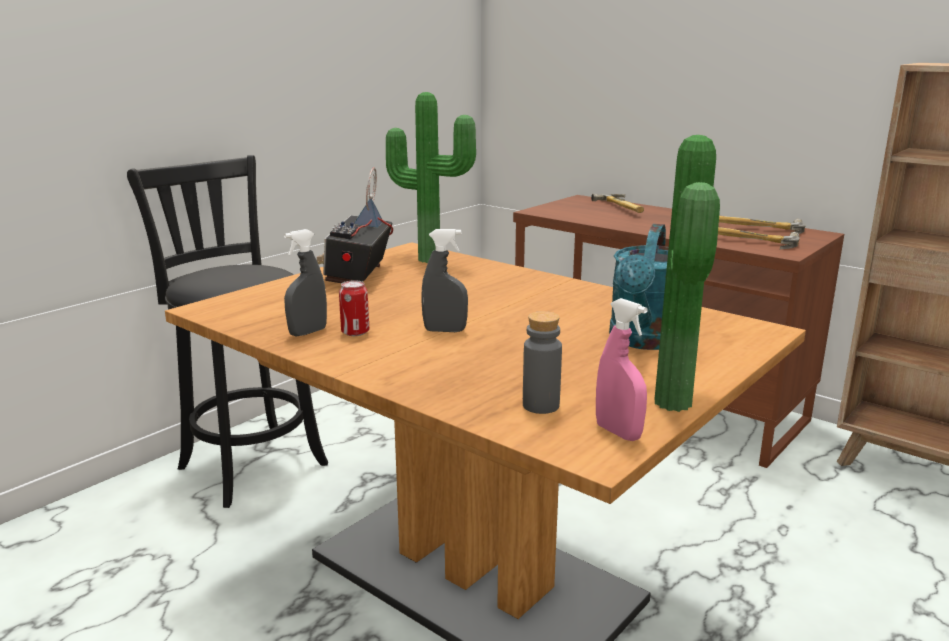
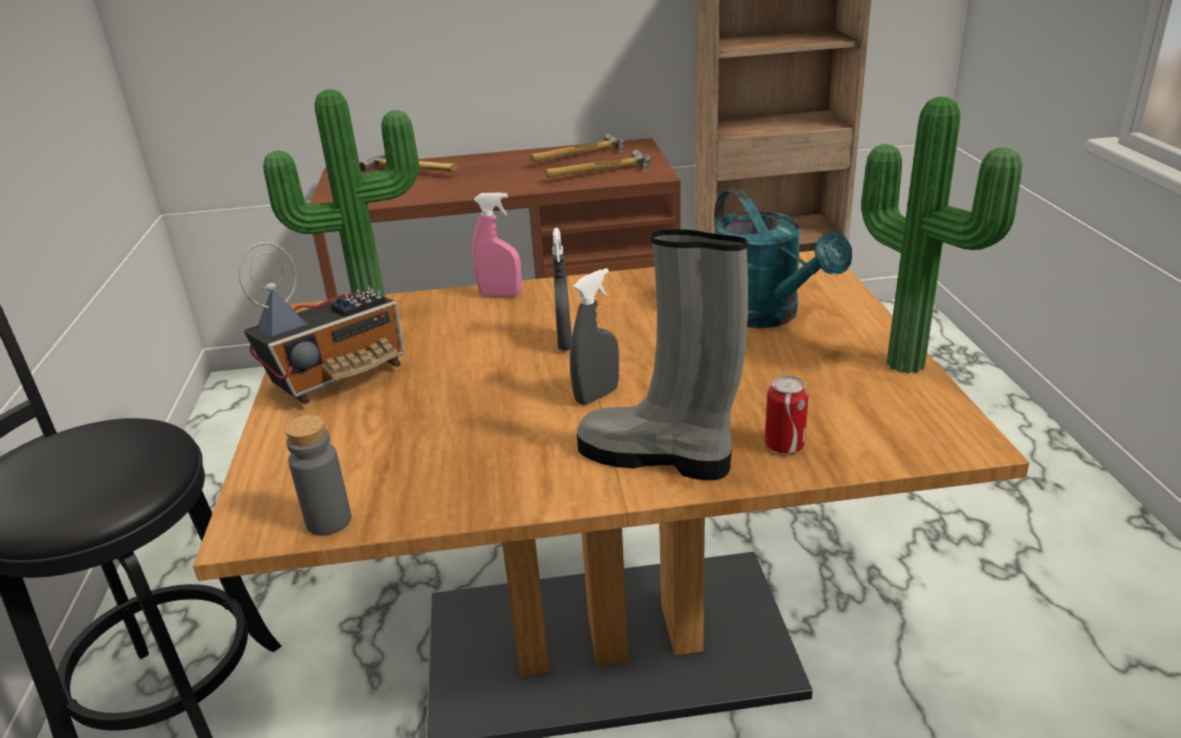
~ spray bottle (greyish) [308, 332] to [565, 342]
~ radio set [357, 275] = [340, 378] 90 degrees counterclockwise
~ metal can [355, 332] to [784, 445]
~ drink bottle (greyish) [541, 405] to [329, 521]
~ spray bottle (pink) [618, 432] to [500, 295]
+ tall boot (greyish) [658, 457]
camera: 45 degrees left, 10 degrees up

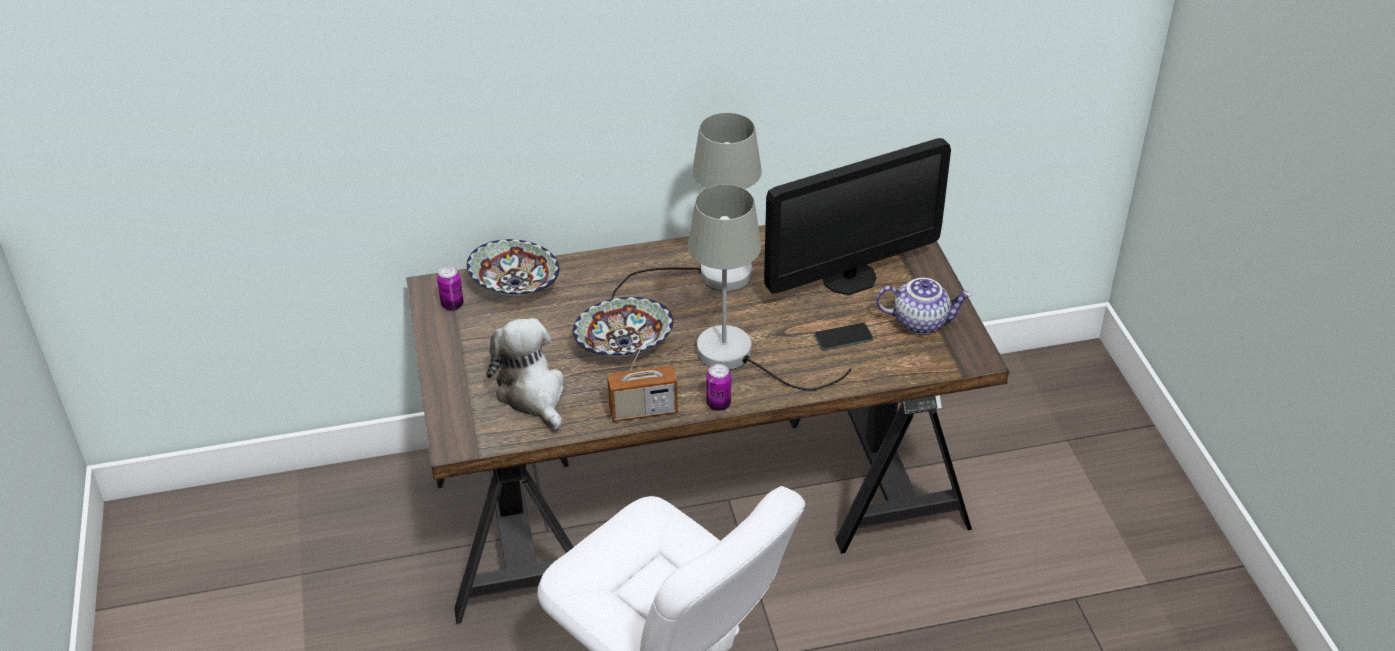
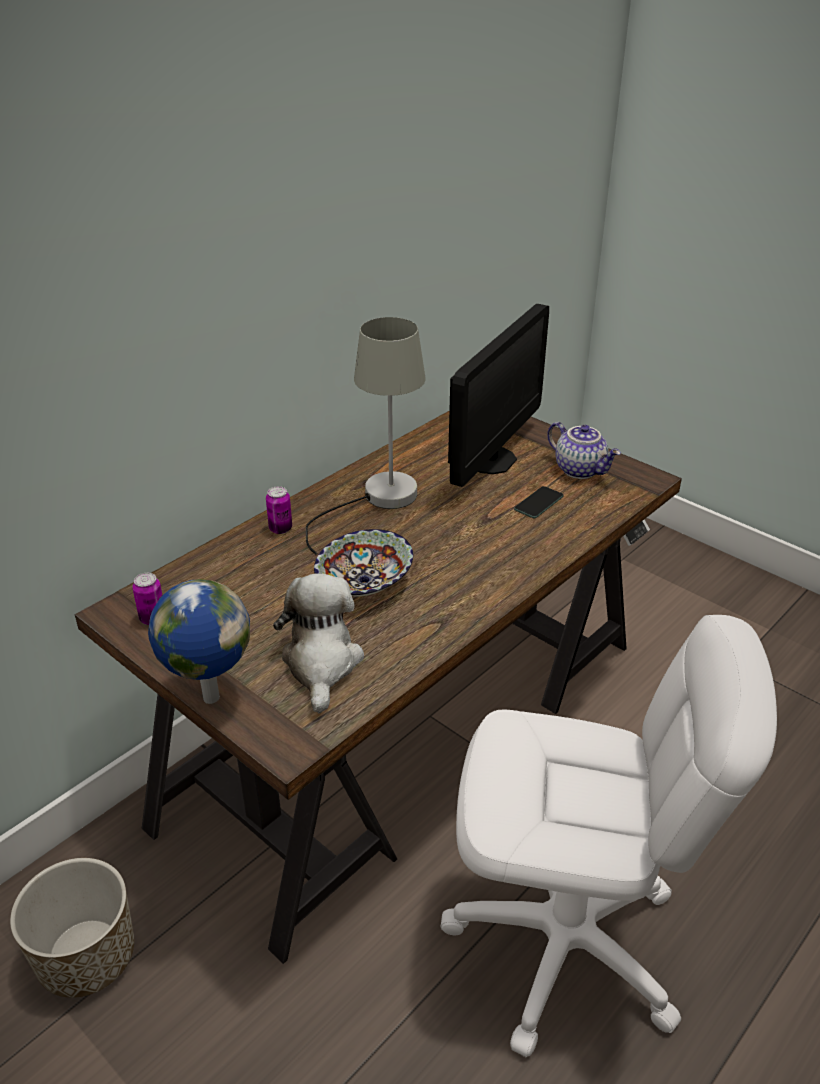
- serving bowl [515, 286]
~ cuddly toy [532, 394] = [321, 663] 60 degrees clockwise
- radio set [643, 411]
- tabletop lamp (greyish) [740, 357]
~ metal can [718, 404] to [280, 529]
~ teapot [921, 321] = [581, 470] 75 degrees clockwise
+ planter [87, 957]
+ world globe [209, 697]
camera: 35 degrees left, 5 degrees down

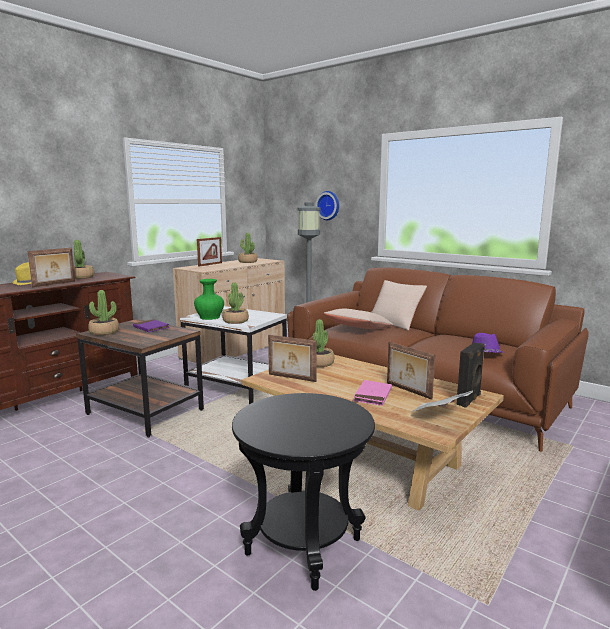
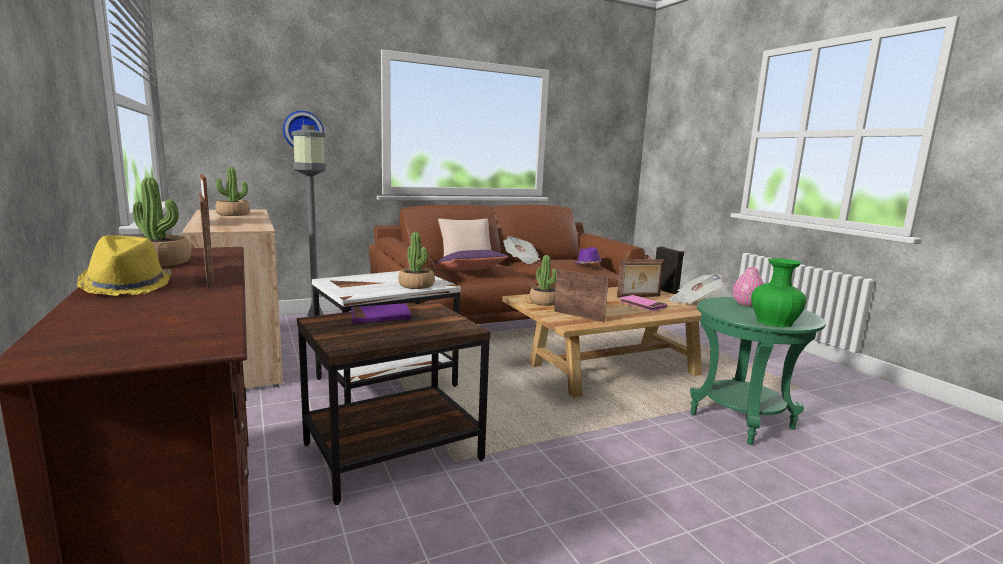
- plant in a pot [104, 332]
~ flower vase (green) [209, 317] to [774, 322]
~ end table (black-coloured) [303, 547] to end table (green) [741, 421]
~ photo frame [291, 378] = [579, 316] 105 degrees counterclockwise
~ pillow (sand-coloured) [358, 329] to pillow (purple-coloured) [470, 271]
+ daily paper [521, 260]
+ flower vase (pink) [746, 304]
camera: 65 degrees left, 0 degrees up

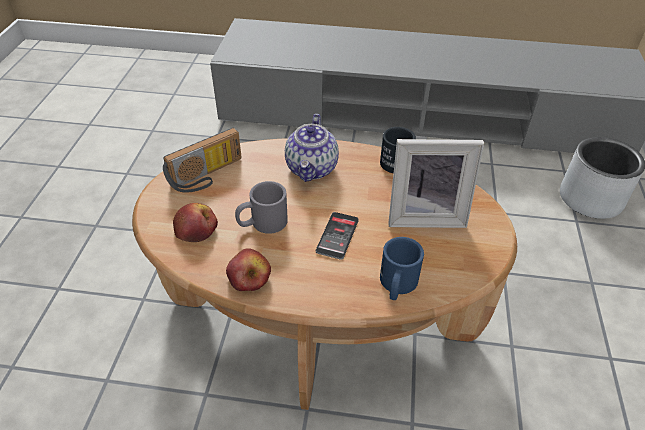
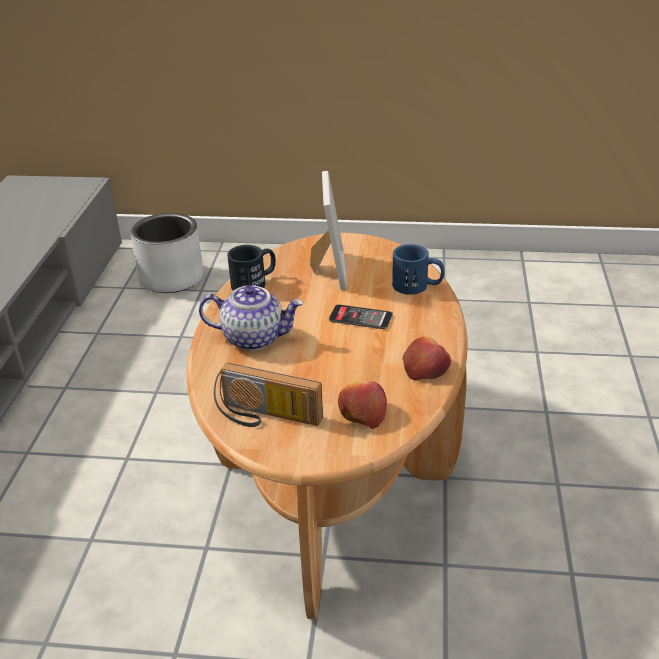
~ radio set [208, 176] = [265, 417] 150 degrees clockwise
- mug (greyish) [262, 223]
camera: 90 degrees left, 10 degrees down

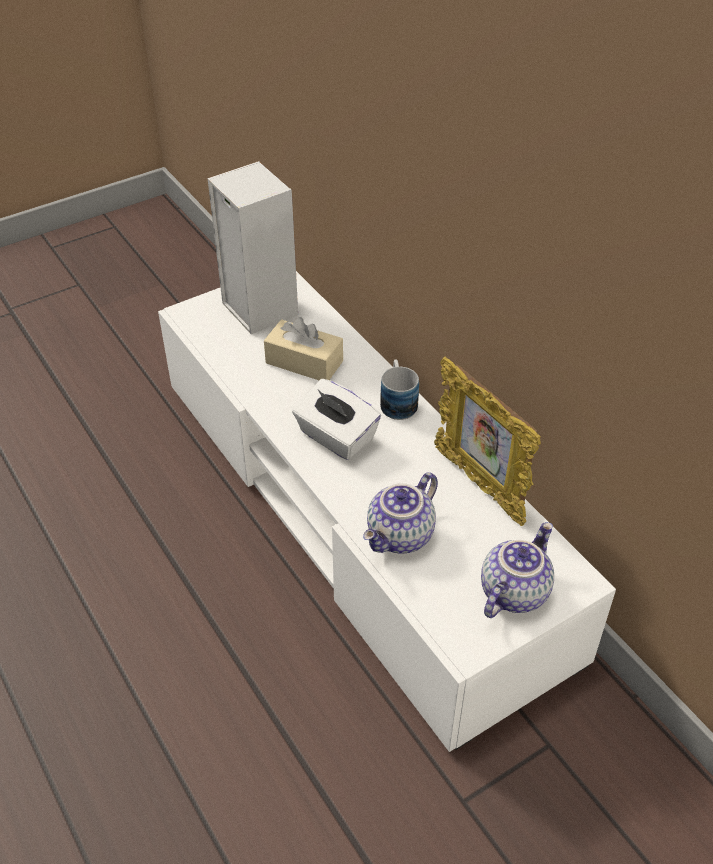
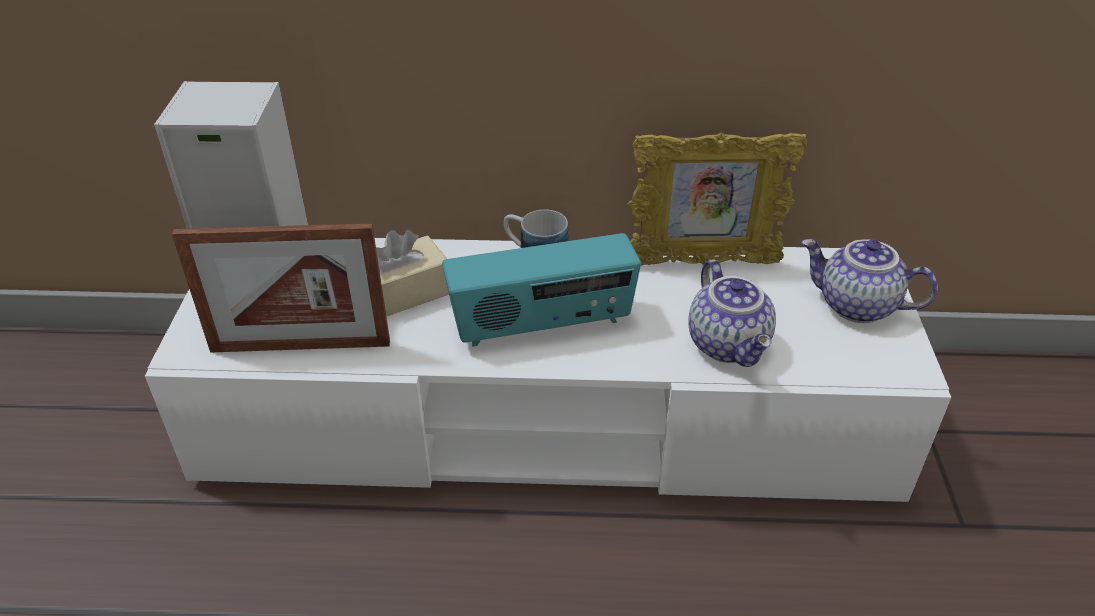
~ box of tissues (whitish) [336, 437] to radio set [542, 325]
~ teapot [513, 591] = [855, 307] 45 degrees counterclockwise
+ photo frame [300, 346]
camera: 55 degrees left, 5 degrees down

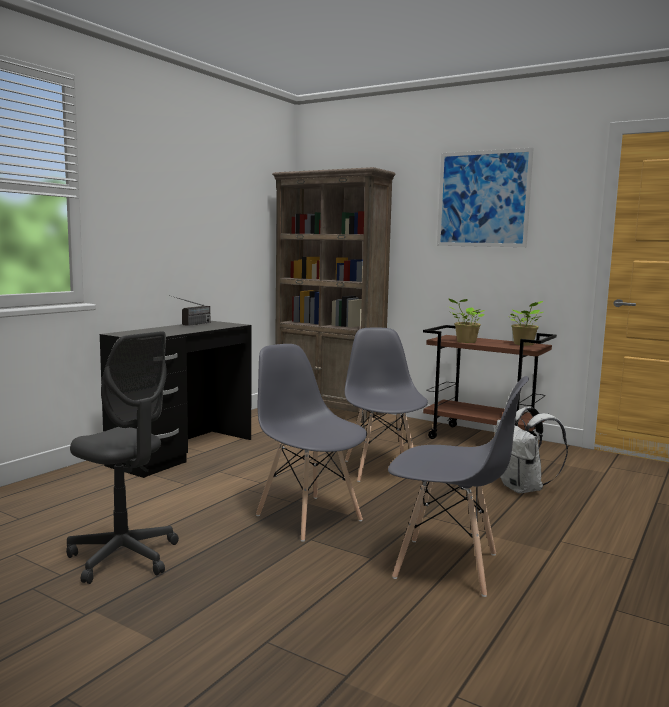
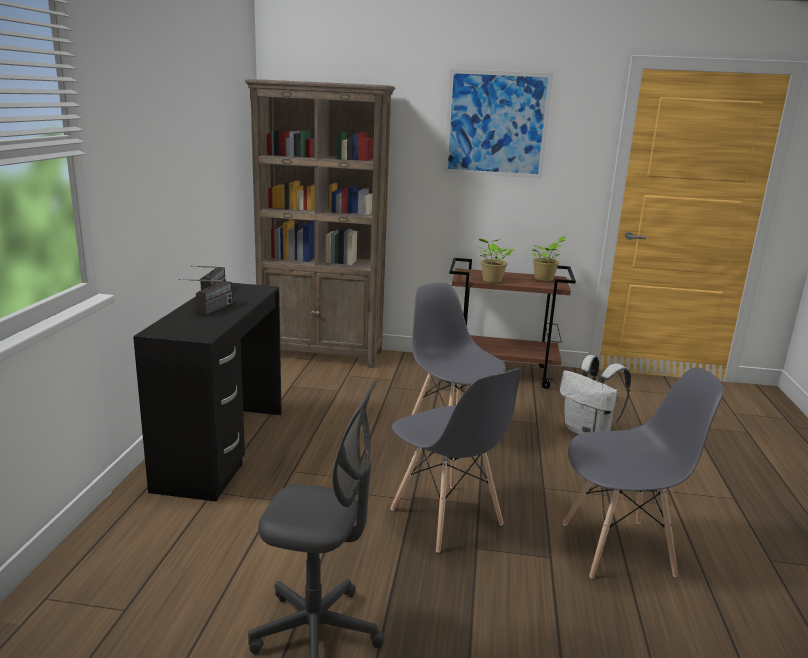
~ upright chair (greyish) [308, 517] = [446, 517] 150 degrees counterclockwise
+ radio set [209, 311]
camera: 25 degrees left, 10 degrees up

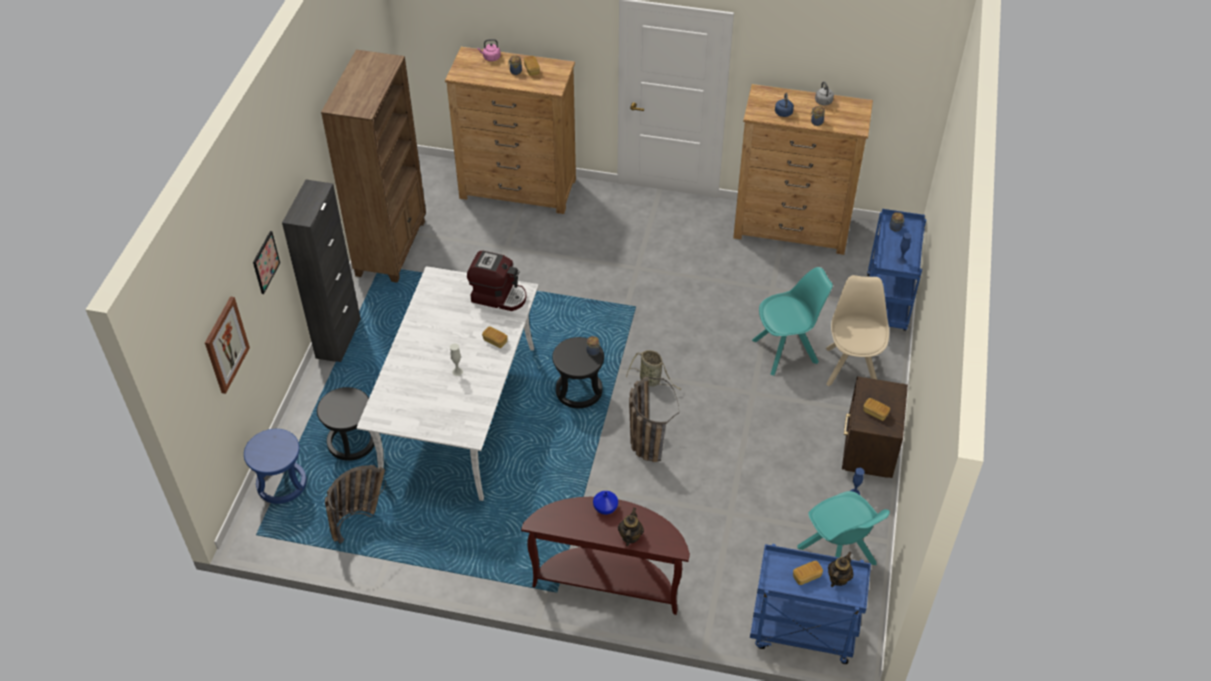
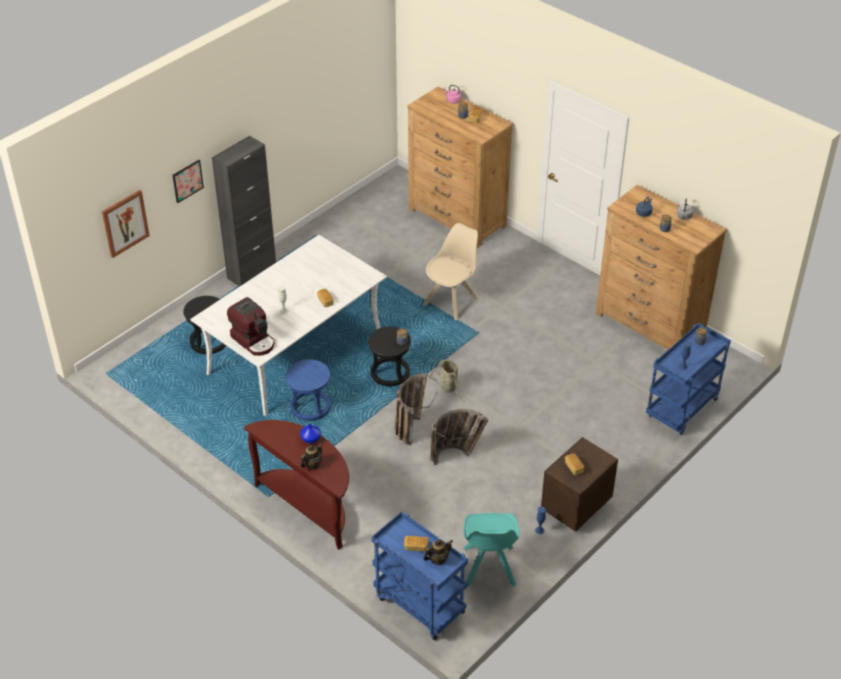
~ sitting stool (bluish) [282, 484] to [310, 407]
- bookshelf (brownish) [392, 248]
~ basket [359, 520] to [457, 454]
~ coffee machine [499, 296] to [254, 340]
- upright chair (turquoise) [787, 351]
~ upright chair (sand-coloured) [852, 366] to [452, 300]
camera: 30 degrees right, 5 degrees down

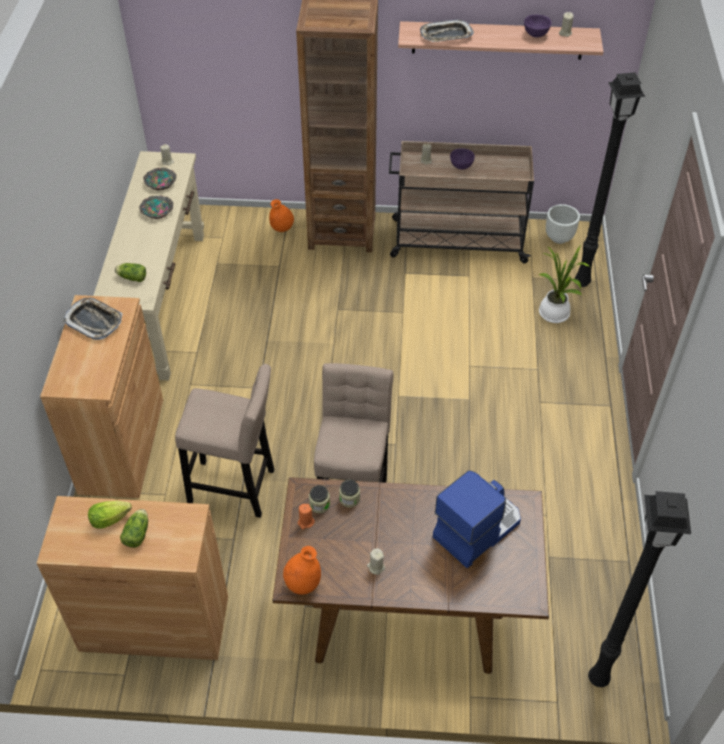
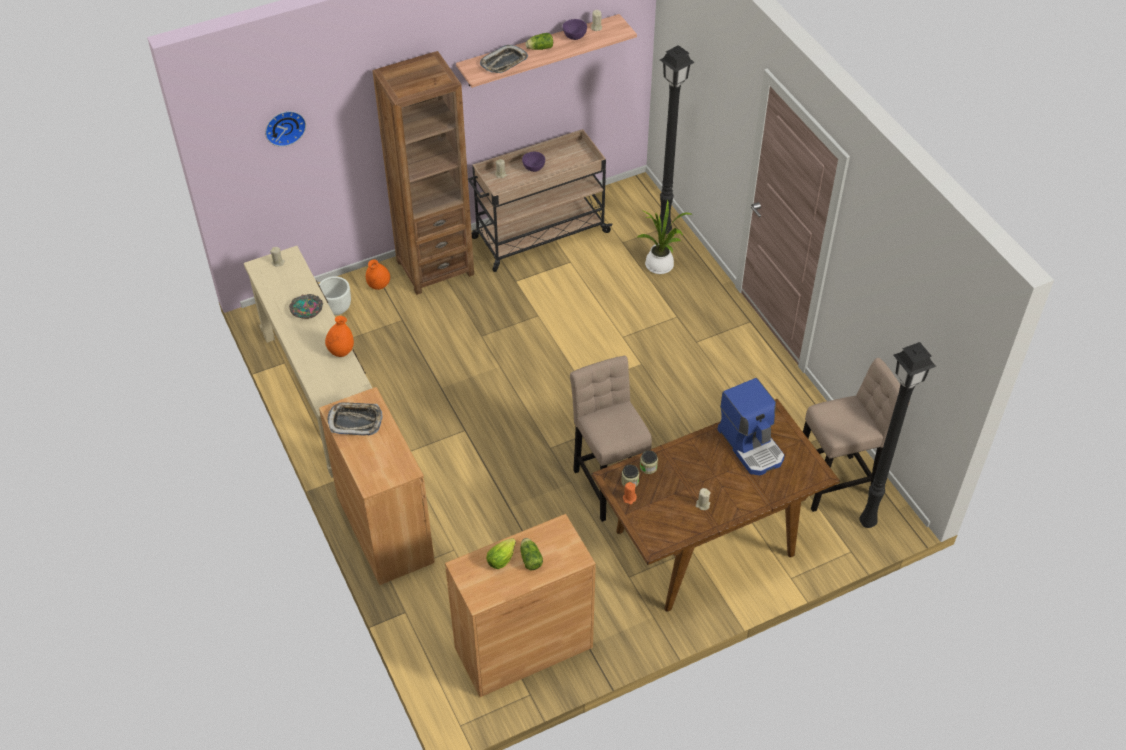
~ lettuce [131, 277] to [539, 48]
- serving bowl [161, 182]
~ sitting stool (sand-coloured) [236, 488] to [837, 482]
~ flower vase (orange) [303, 584] to [341, 351]
~ coffee machine [476, 528] = [751, 445] 135 degrees clockwise
~ planter (whitish) [559, 237] to [337, 308]
+ clock on the wall [284, 126]
camera: 30 degrees left, 0 degrees up

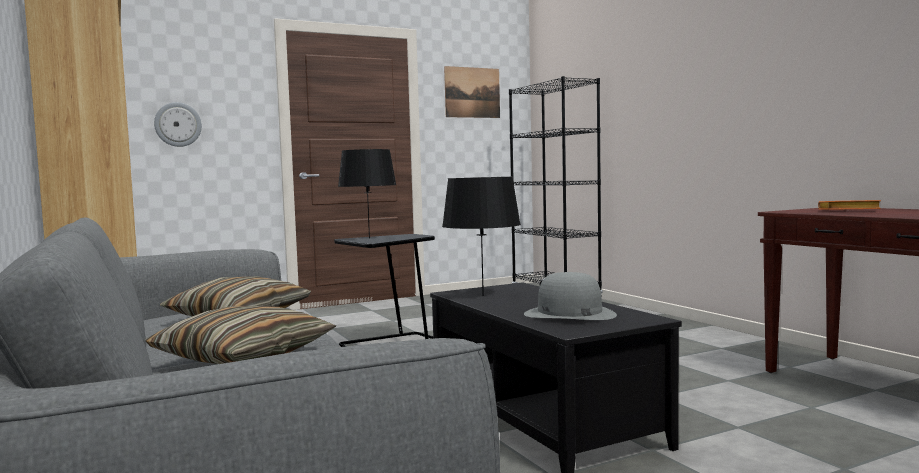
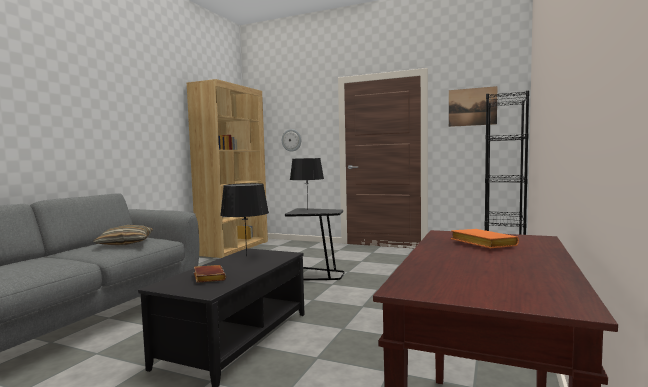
- pillow [243, 356]
~ hat (greyish) [569, 314] to book (brownish) [208, 277]
camera: 50 degrees right, 0 degrees up

